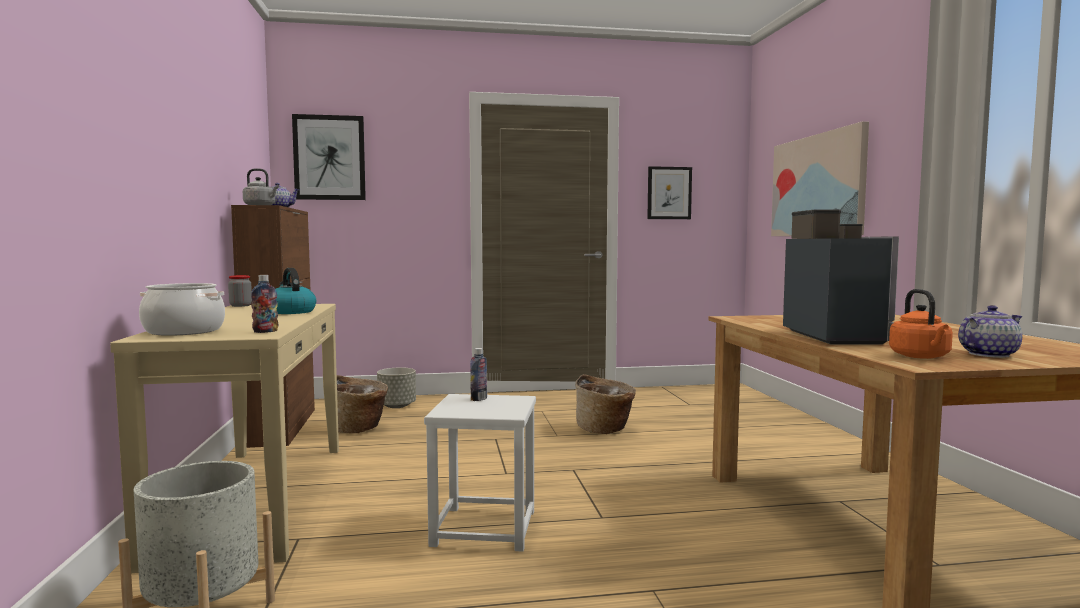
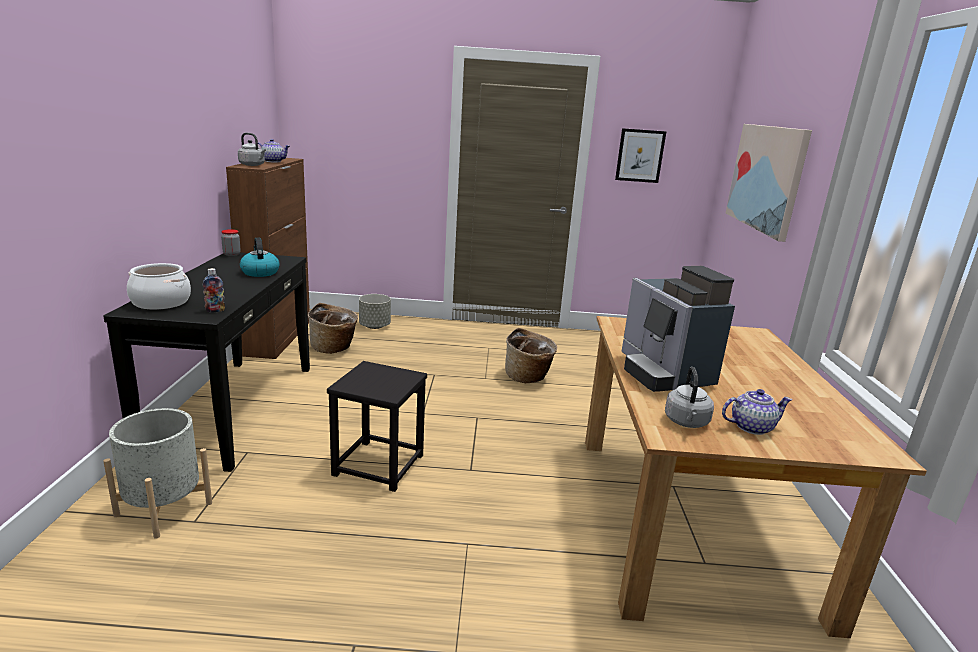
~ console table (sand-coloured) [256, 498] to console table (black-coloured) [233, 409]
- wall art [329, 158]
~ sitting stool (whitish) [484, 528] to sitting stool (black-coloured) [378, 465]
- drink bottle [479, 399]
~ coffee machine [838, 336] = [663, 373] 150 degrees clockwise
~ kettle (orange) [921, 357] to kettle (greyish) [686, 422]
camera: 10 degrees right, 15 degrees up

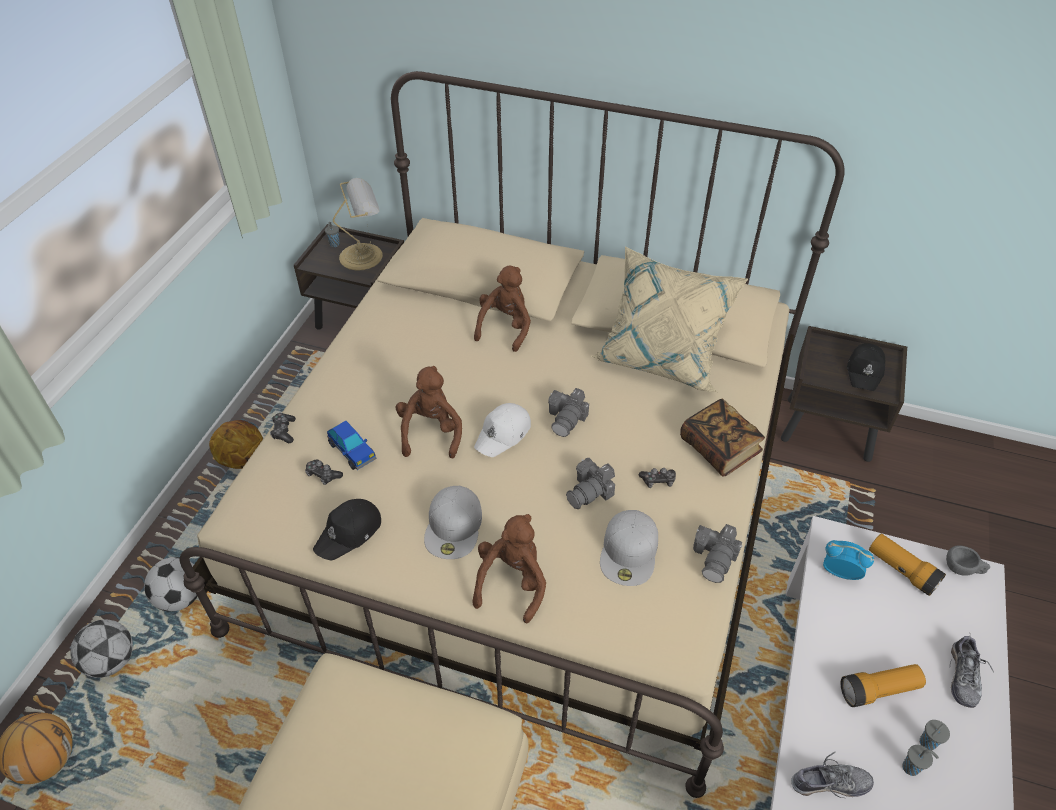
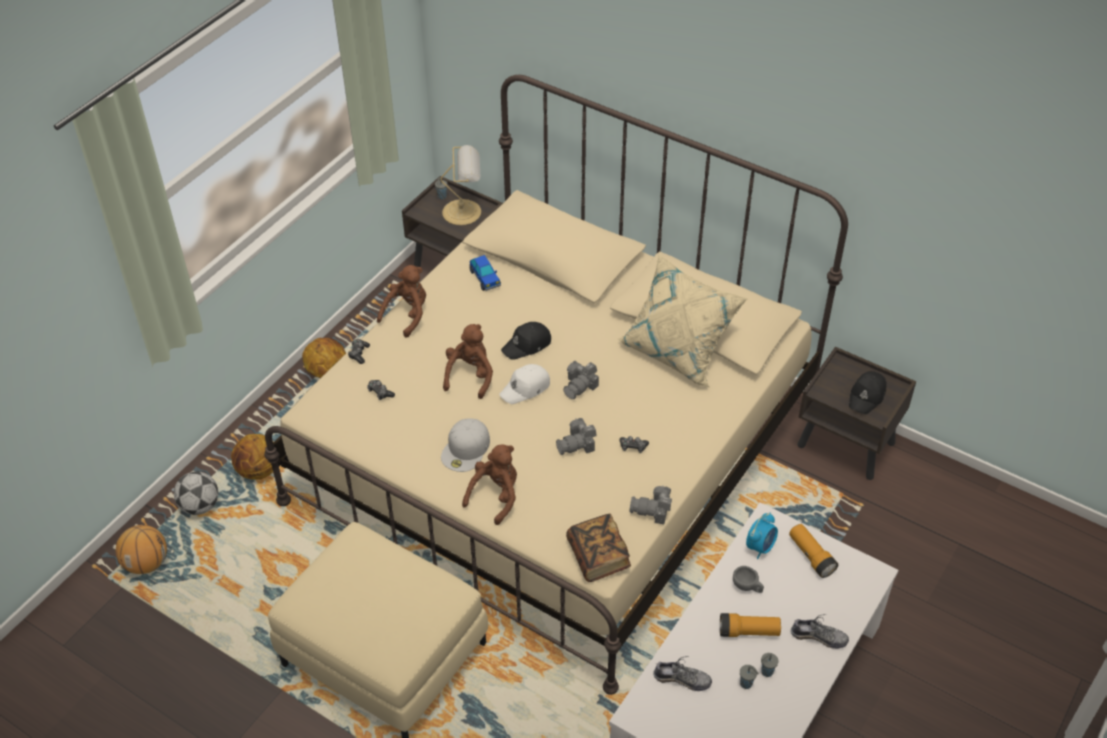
~ football ball [181, 597] to basketball ball [258, 471]
~ cap (black-coloured) [349, 533] to [527, 345]
~ toy car [352, 451] to [485, 278]
~ cuddly toy (brownish) [505, 327] to [407, 314]
- cap (whitish) [629, 552]
~ book [719, 448] to [598, 556]
~ photo camera [715, 558] = [653, 511] 60 degrees clockwise
~ table clock [840, 572] = [760, 547] 90 degrees clockwise
~ cup (greyish) [963, 569] to [747, 586]
~ low shoe [963, 676] = [818, 637] 105 degrees counterclockwise
camera: 15 degrees right, 0 degrees up

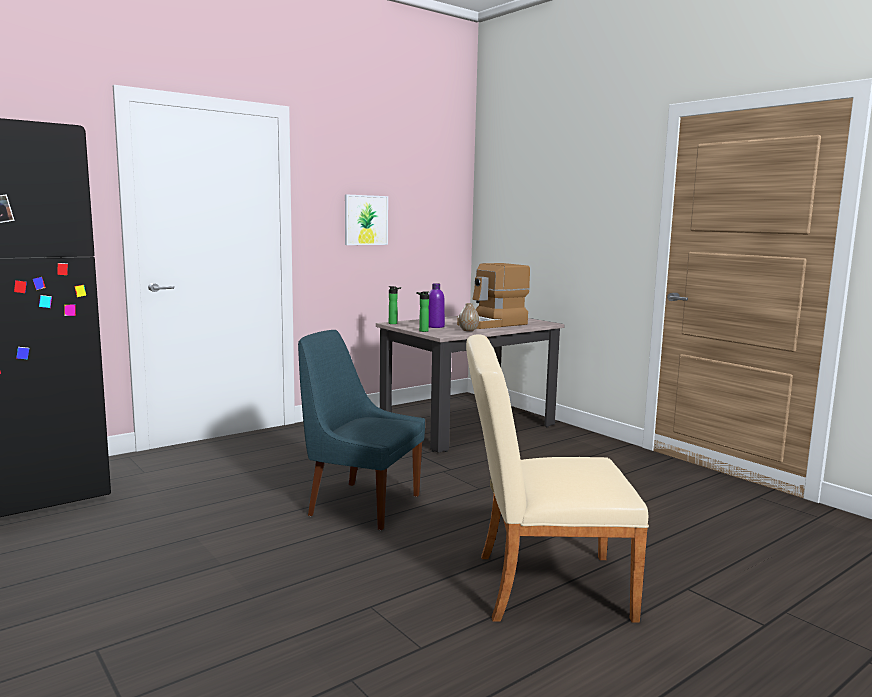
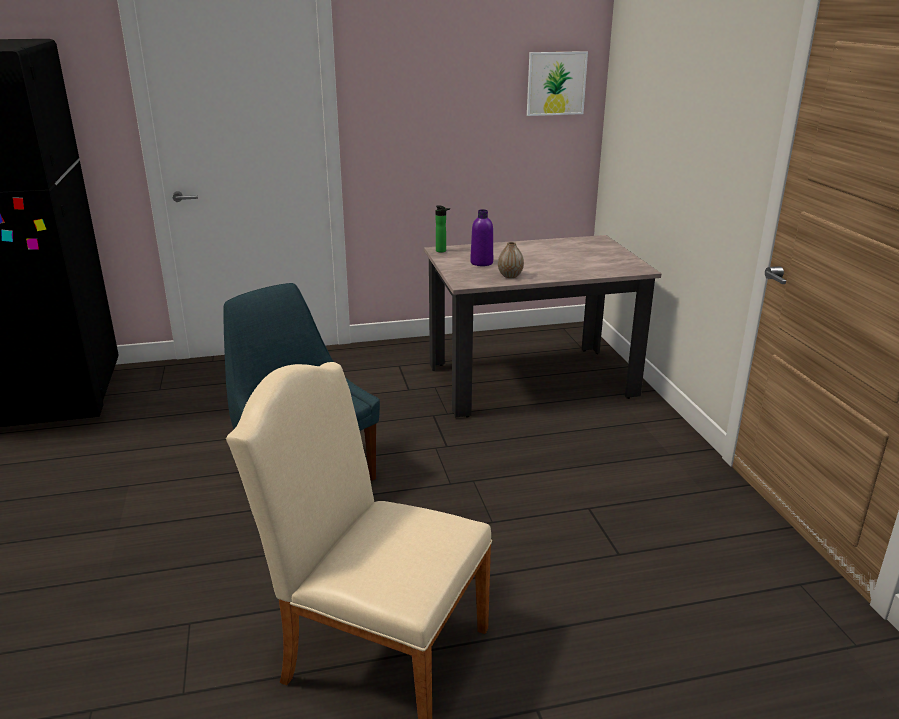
~ wall art [366, 220] to [556, 83]
- drink bottle [422, 331]
- coffee machine [492, 324]
camera: 25 degrees right, 15 degrees up

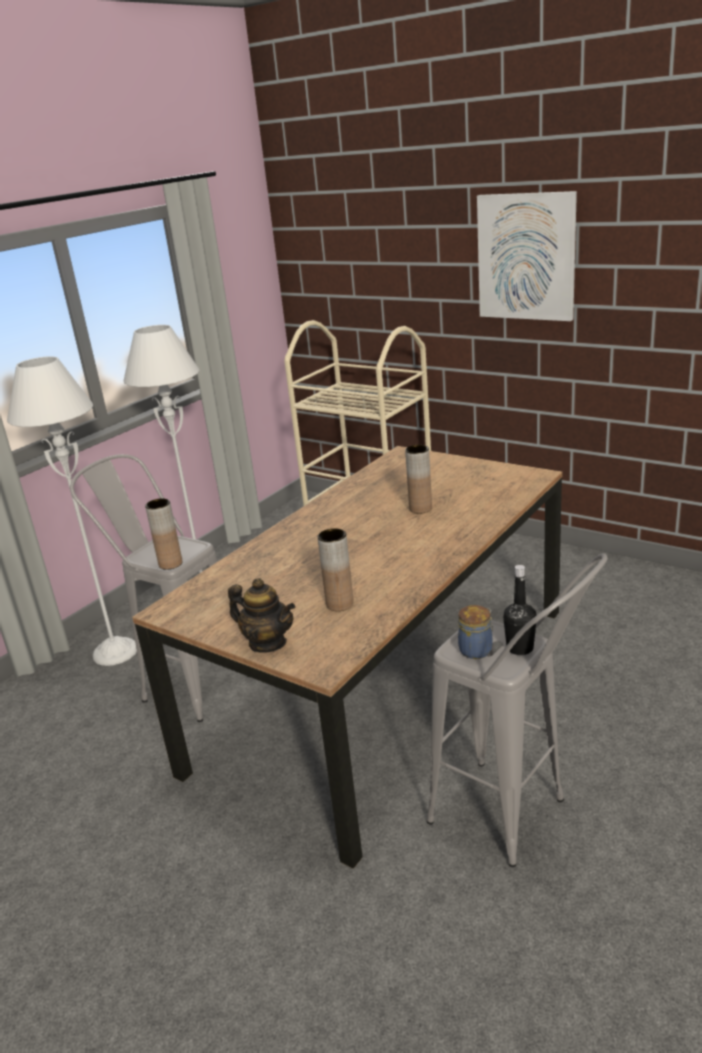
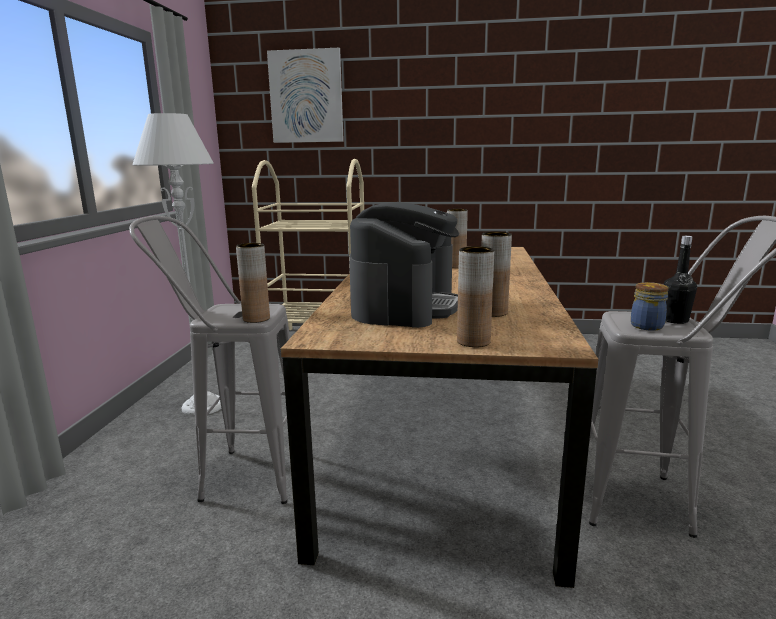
- floor lamp (greyish) [115, 652]
~ teapot [267, 643] to flower vase (brownish) [473, 341]
~ wall art [526, 257] to [306, 97]
+ coffee machine [405, 306]
camera: 30 degrees left, 10 degrees down

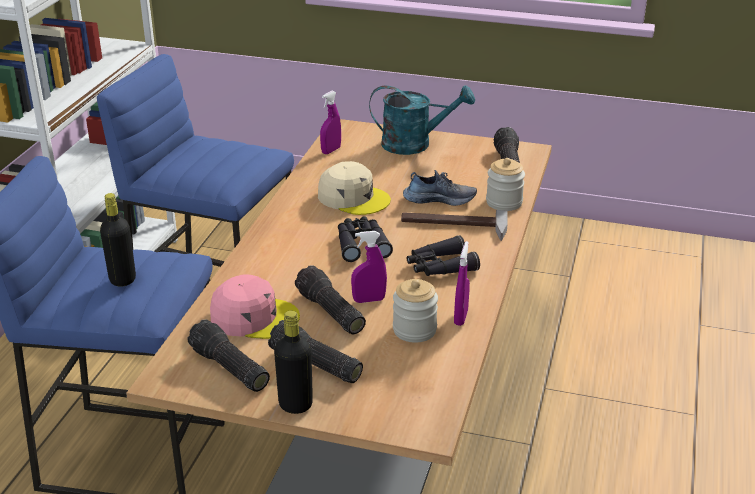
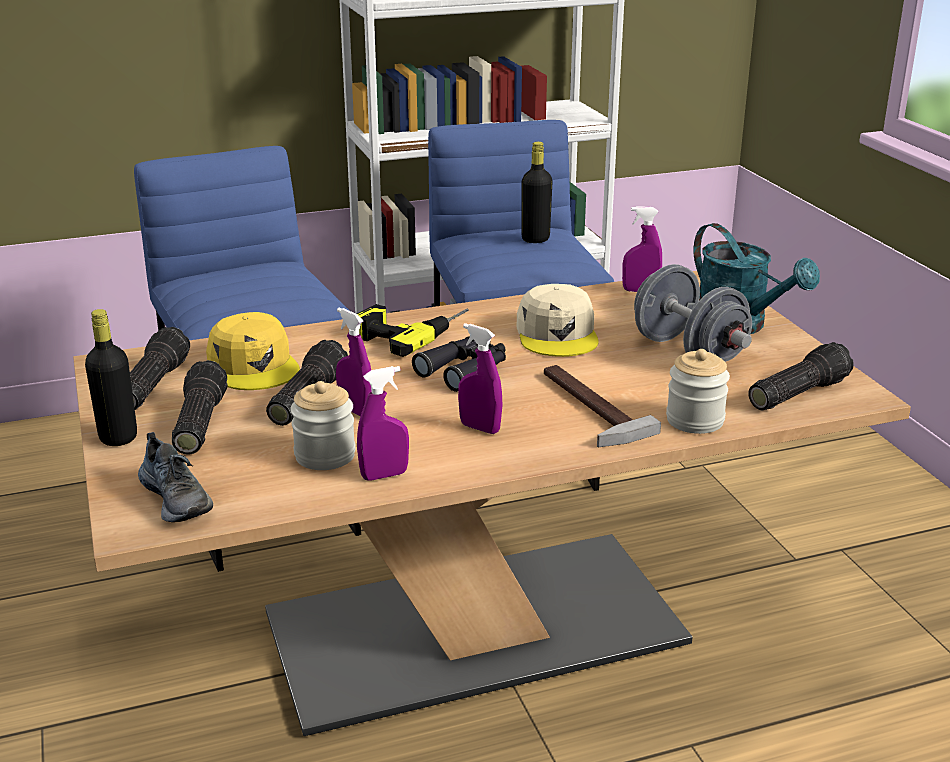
~ drink bottle (black-coloured) [122, 279] to [535, 239]
~ cap (pink) [254, 317] to cap (yellow) [254, 366]
~ low shoe [439, 199] to [177, 498]
~ pair of binoculars (black-coloured) [440, 267] to spray bottle (purple-coloured) [480, 428]
+ drill [410, 331]
+ free weight (greyish) [688, 351]
camera: 55 degrees right, 5 degrees down

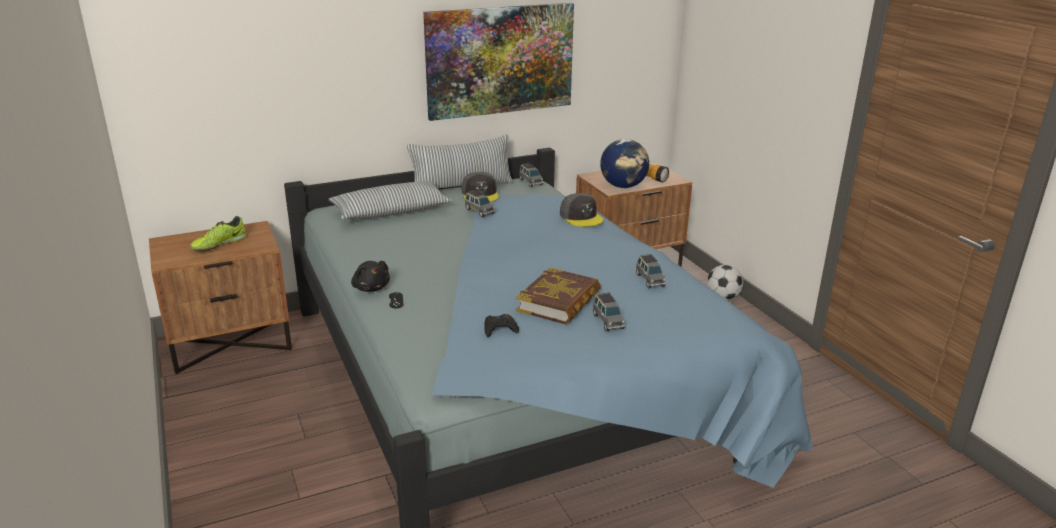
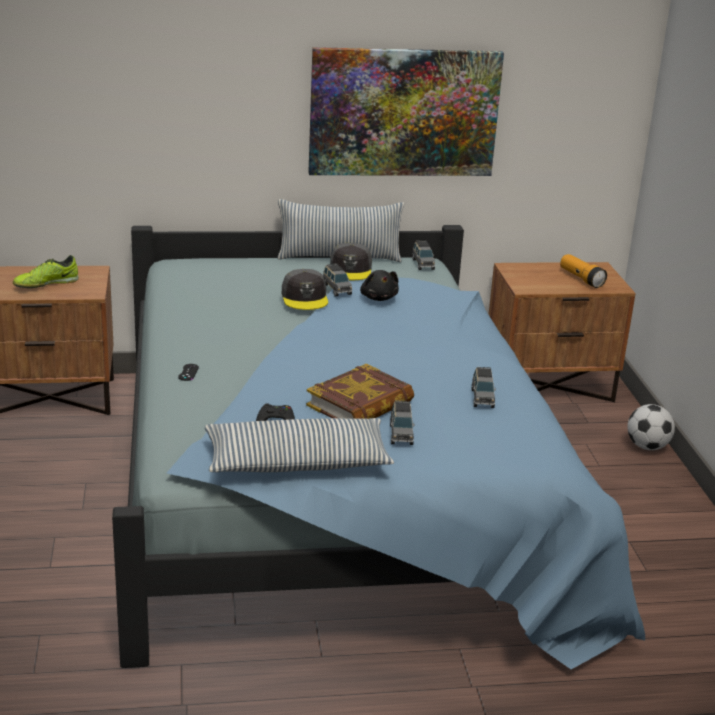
~ pillow [391, 212] to [297, 462]
~ cuddly toy (black-coloured) [371, 288] to [378, 298]
~ cap (greyish) [581, 217] to [305, 298]
- world globe [623, 186]
camera: 15 degrees right, 0 degrees up

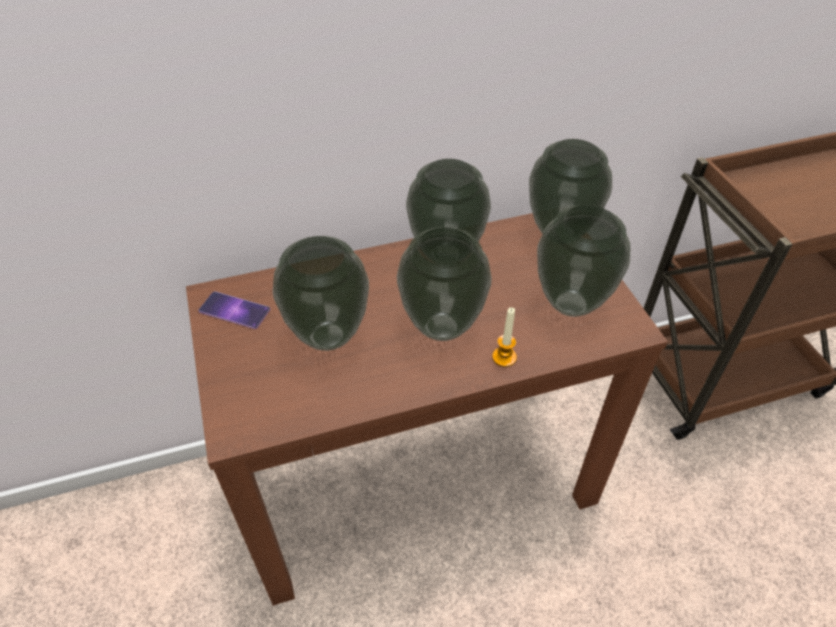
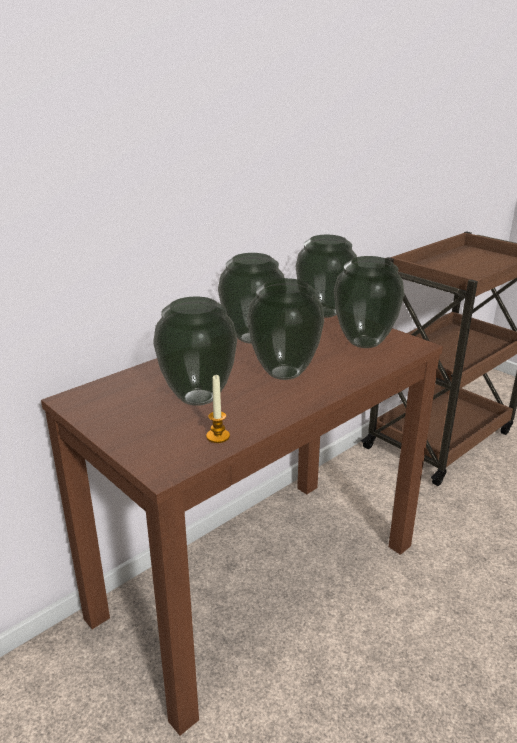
- handset [234, 310]
~ wax light [504, 357] to [218, 436]
camera: 25 degrees left, 20 degrees down

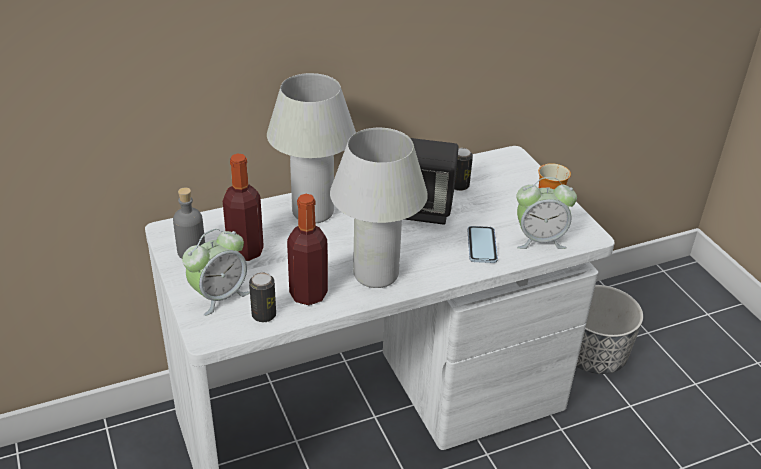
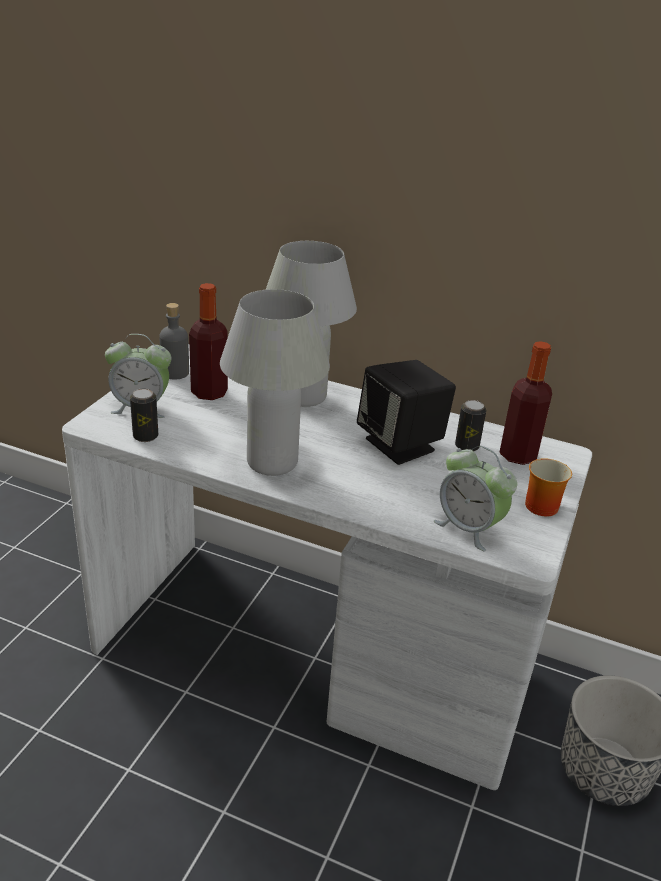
~ drink bottle [308, 294] to [518, 455]
- handset [482, 246]
camera: 45 degrees right, 5 degrees down

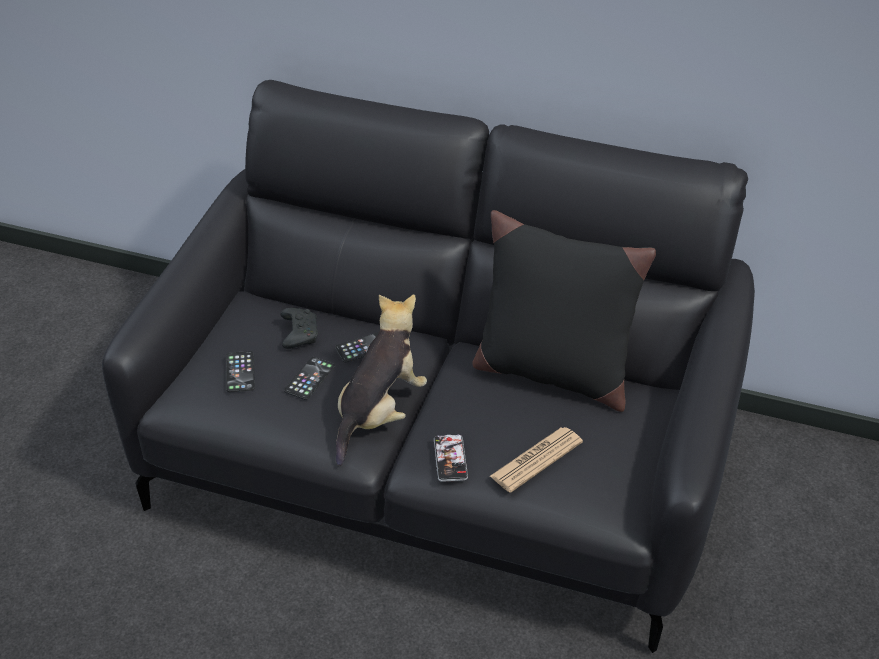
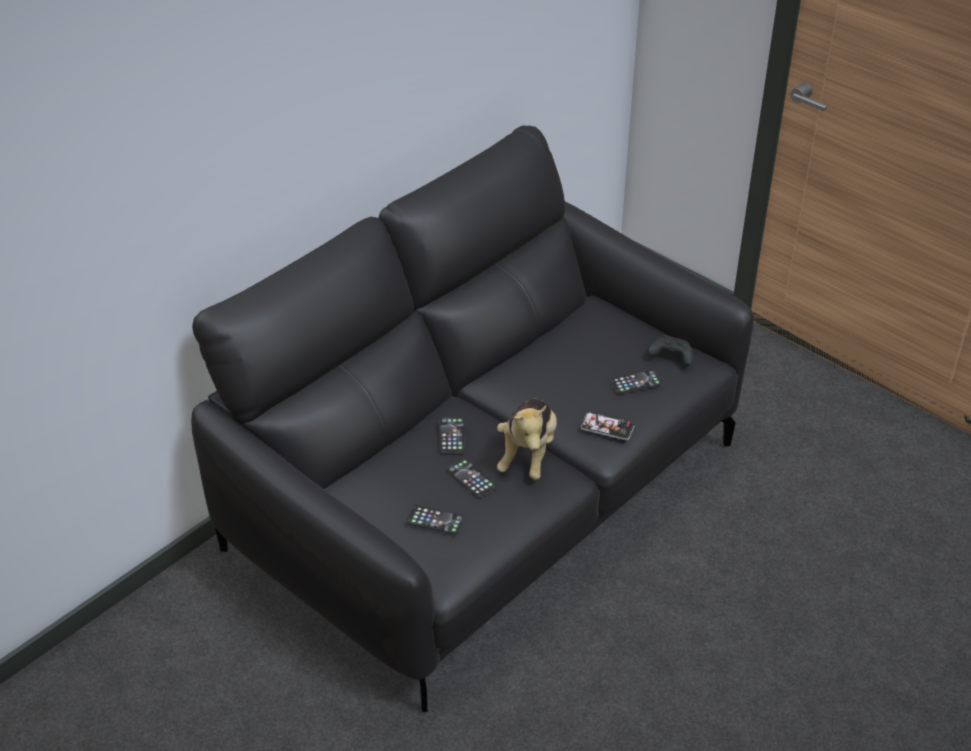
~ gamepad (black-coloured) [299, 333] to [670, 356]
~ cuddly toy [379, 413] = [528, 454] 135 degrees counterclockwise
- pillow (black-coloured) [551, 372]
~ daily paper [536, 460] to handset [635, 382]
camera: 65 degrees left, 0 degrees up

